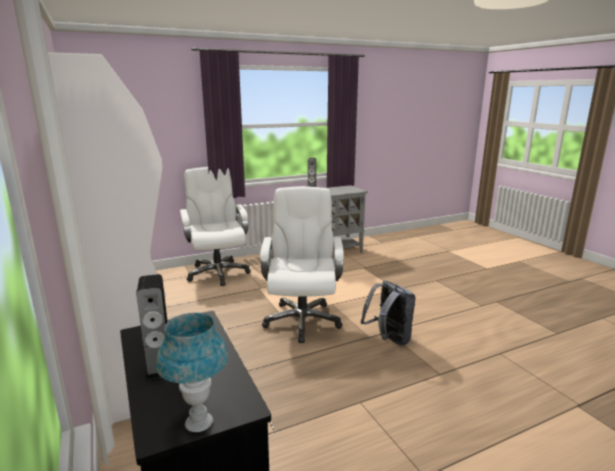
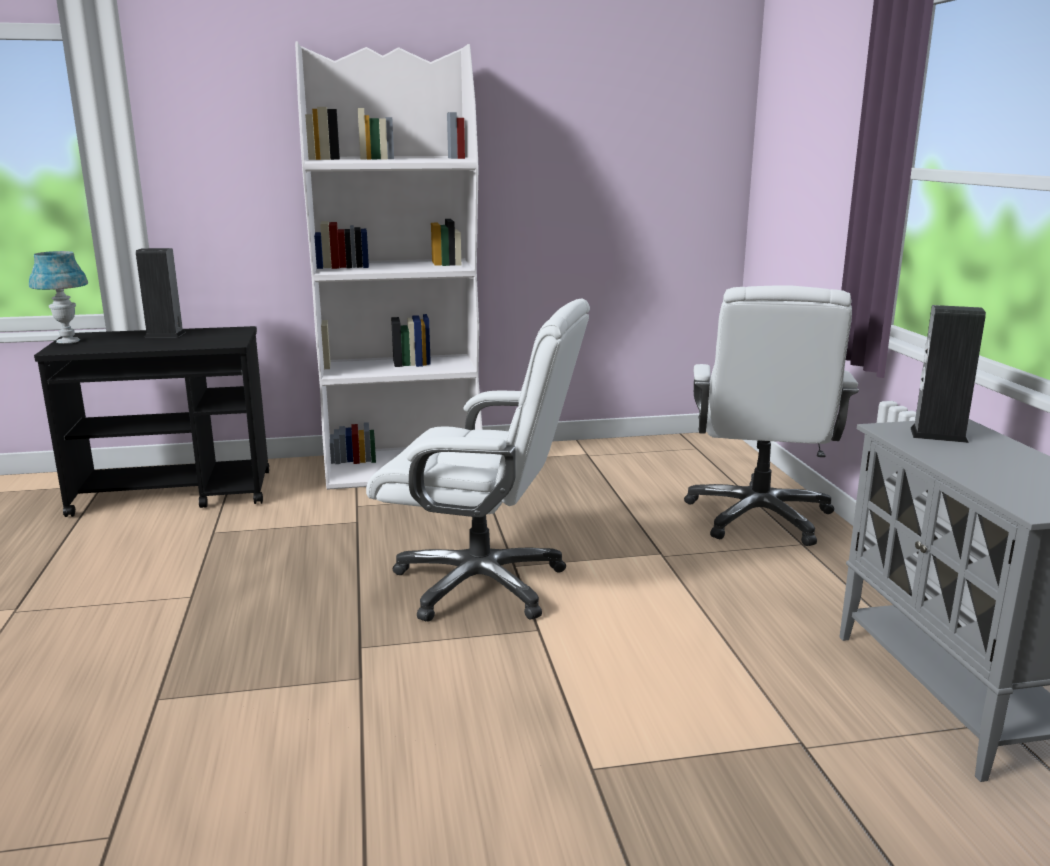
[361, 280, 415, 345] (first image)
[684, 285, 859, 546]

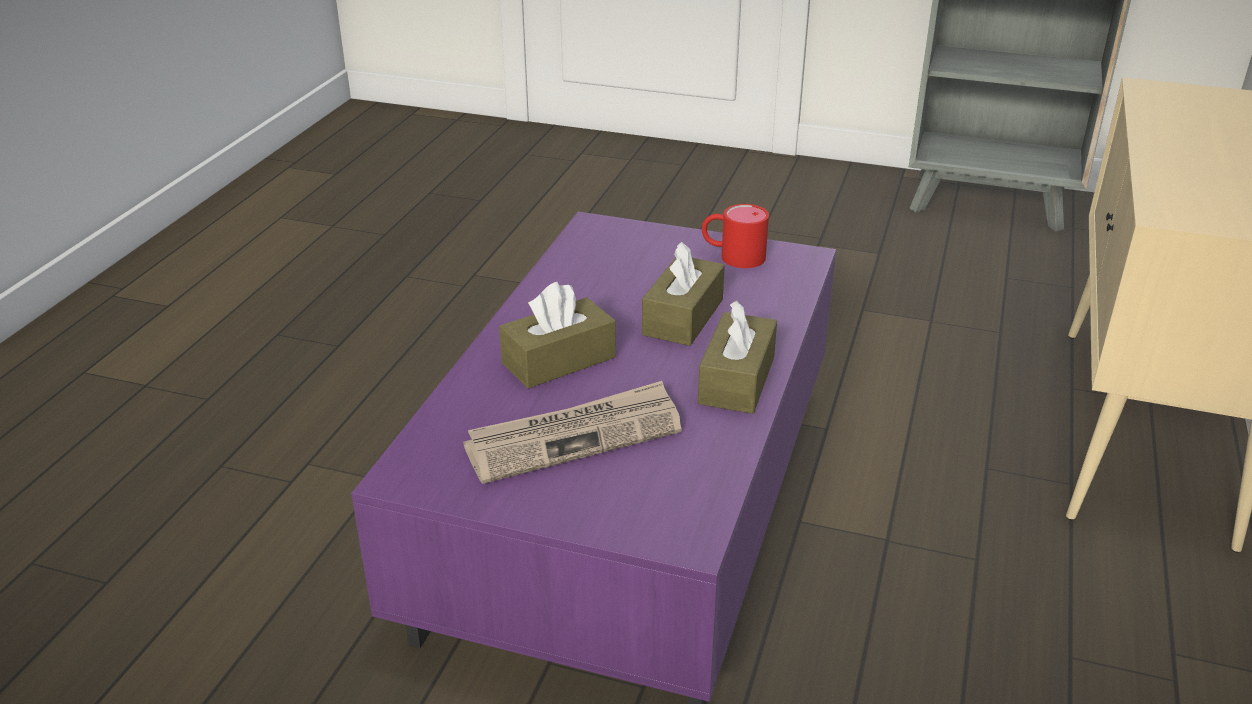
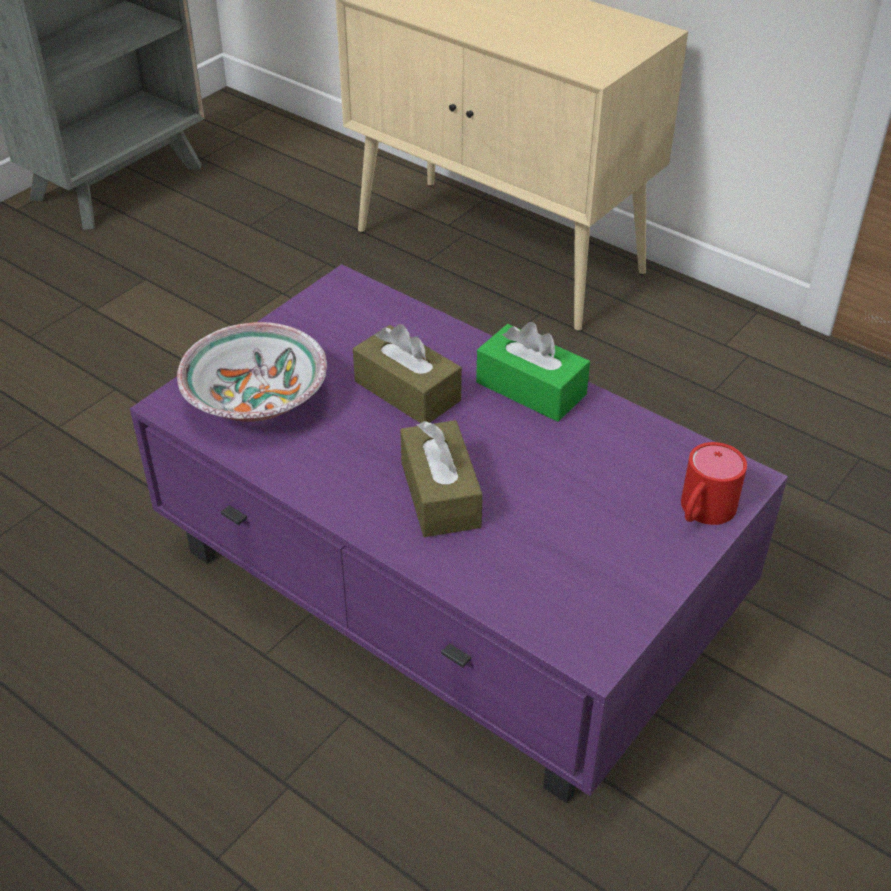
[463, 381, 682, 484] (first image)
[177, 322, 327, 422]
[681, 442, 747, 525]
[476, 322, 590, 422]

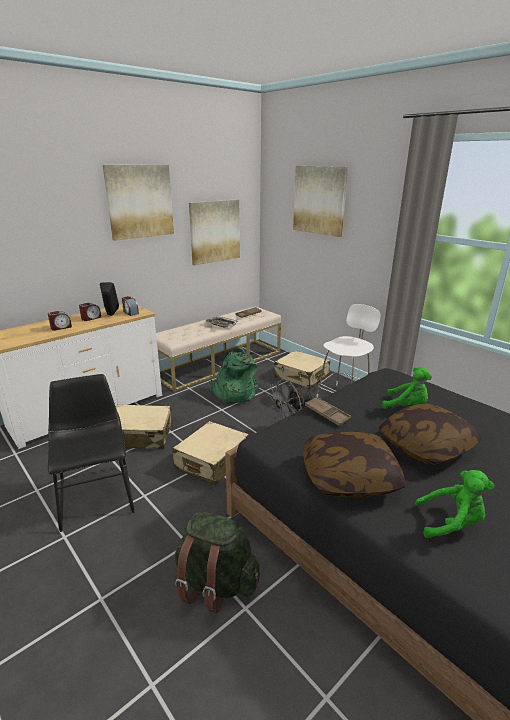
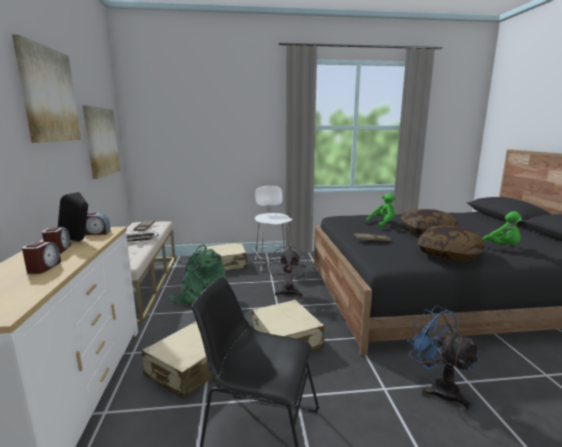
[293, 166, 348, 237] (first image)
[407, 305, 480, 409]
[482, 211, 522, 245]

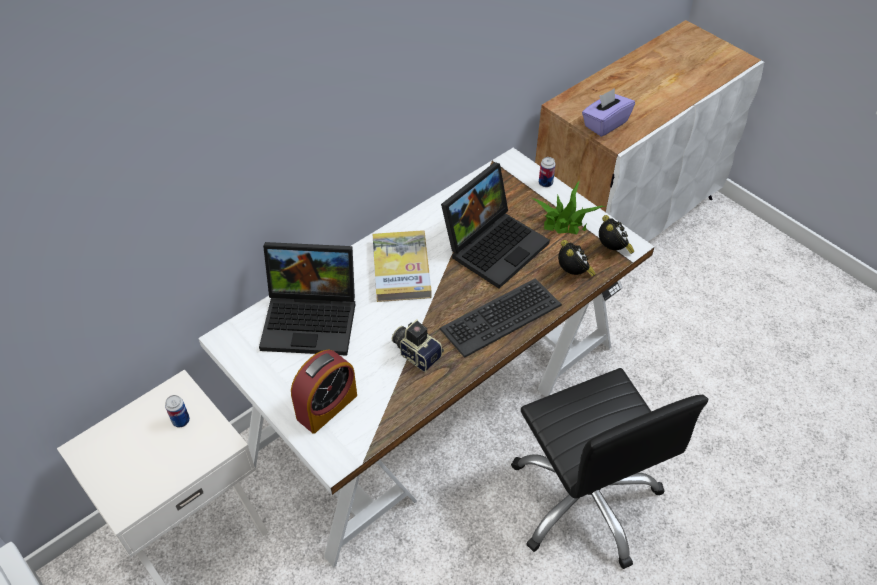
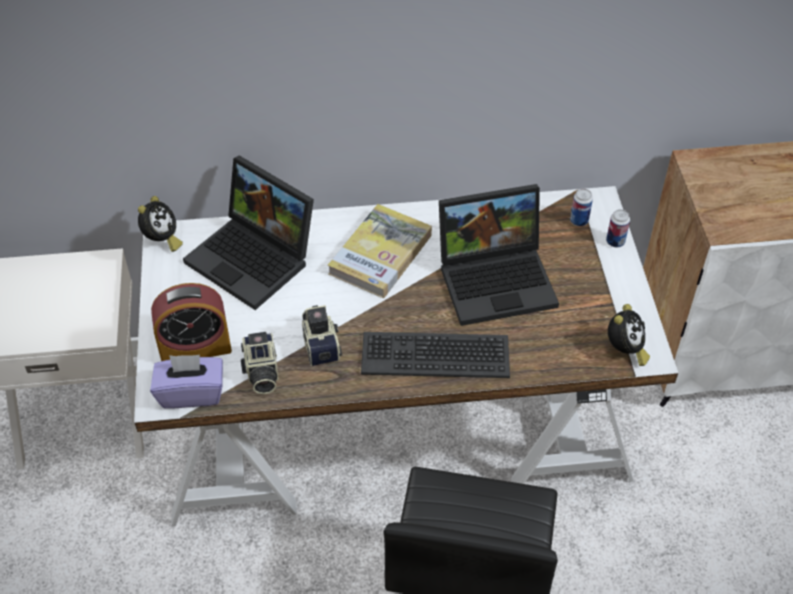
[531, 180, 606, 234] (first image)
[241, 332, 279, 394]
[570, 189, 593, 226]
[138, 196, 183, 252]
[150, 355, 223, 409]

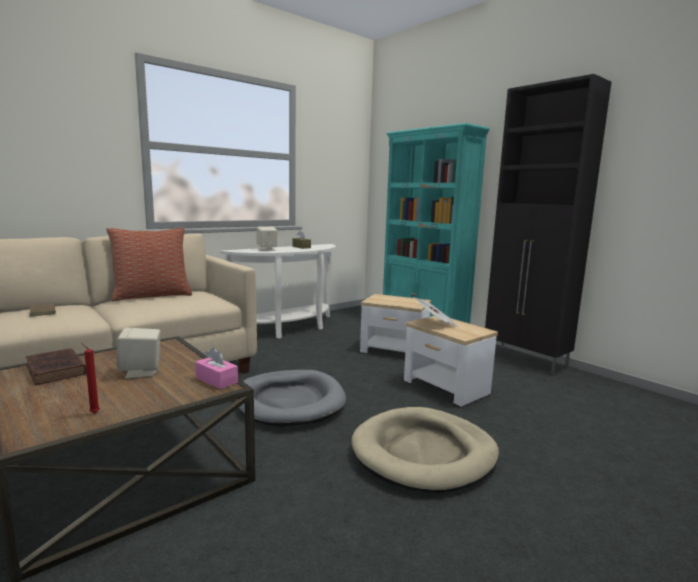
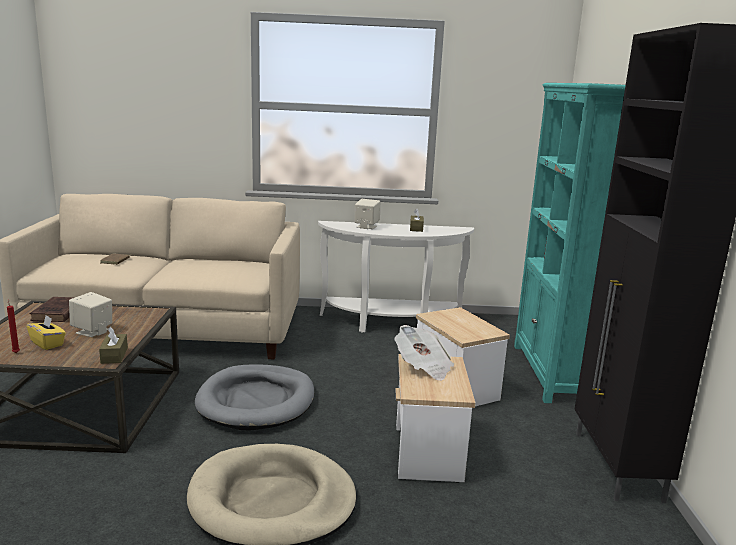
[106, 228, 192, 301] (first image)
[26, 315, 66, 350]
[99, 327, 128, 364]

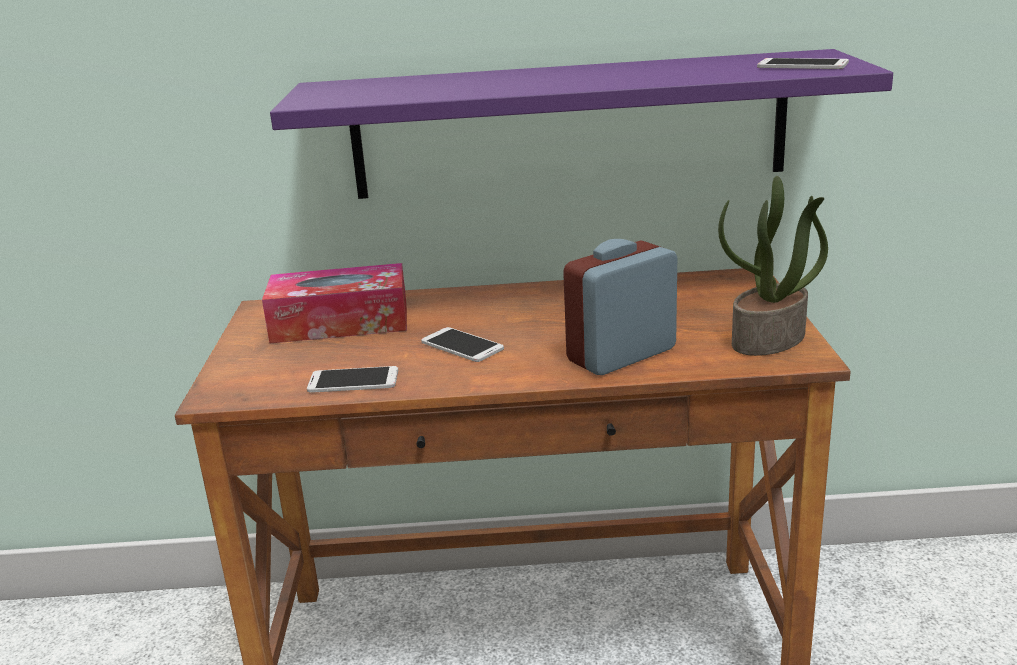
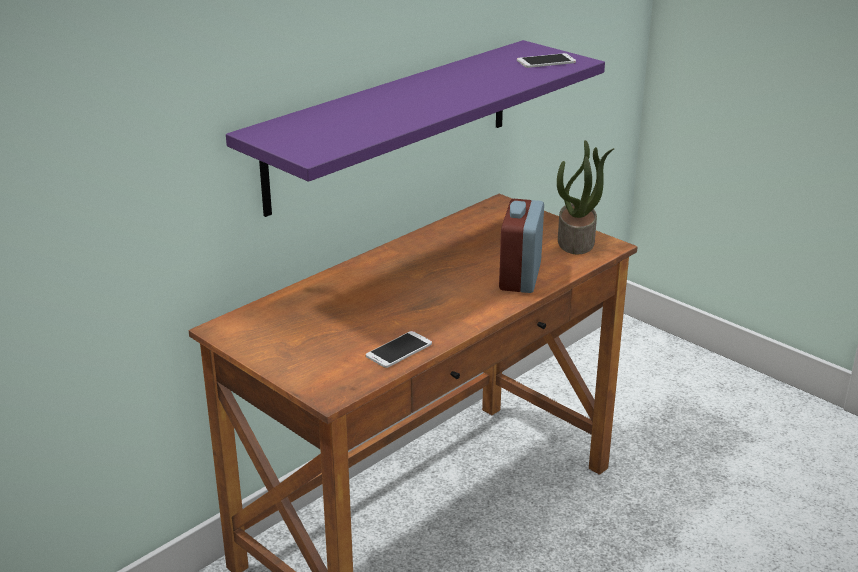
[262, 263, 407, 344] (first image)
[421, 327, 504, 362] (first image)

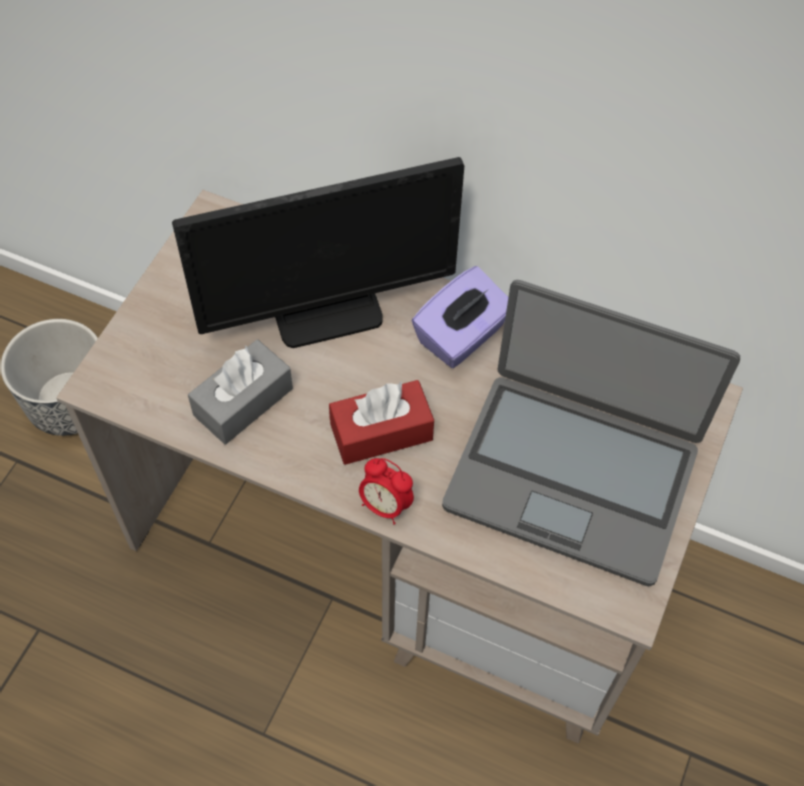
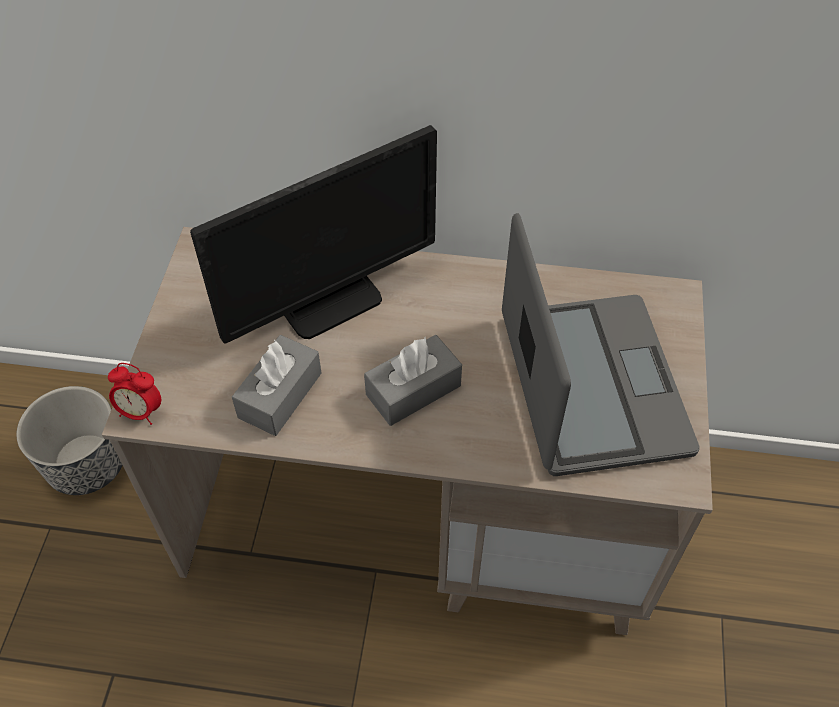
[412, 266, 508, 368] (first image)
[108, 363, 161, 425]
[364, 335, 462, 426]
[502, 213, 700, 476]

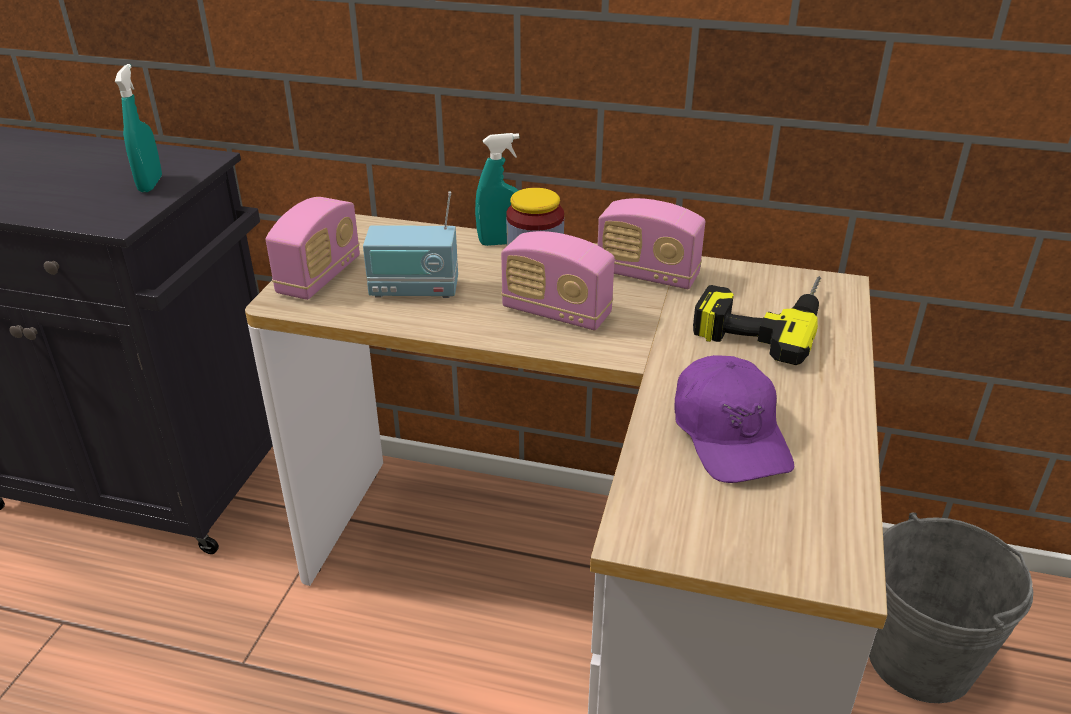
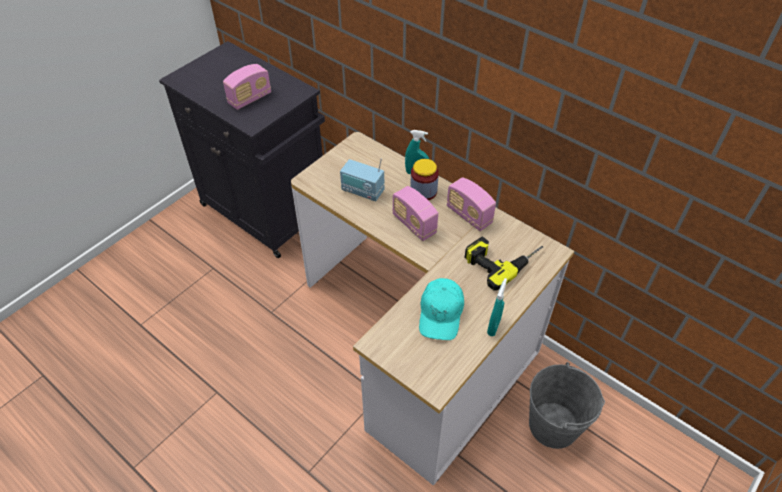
[487, 278, 507, 336]
[223, 64, 271, 110]
[419, 278, 464, 340]

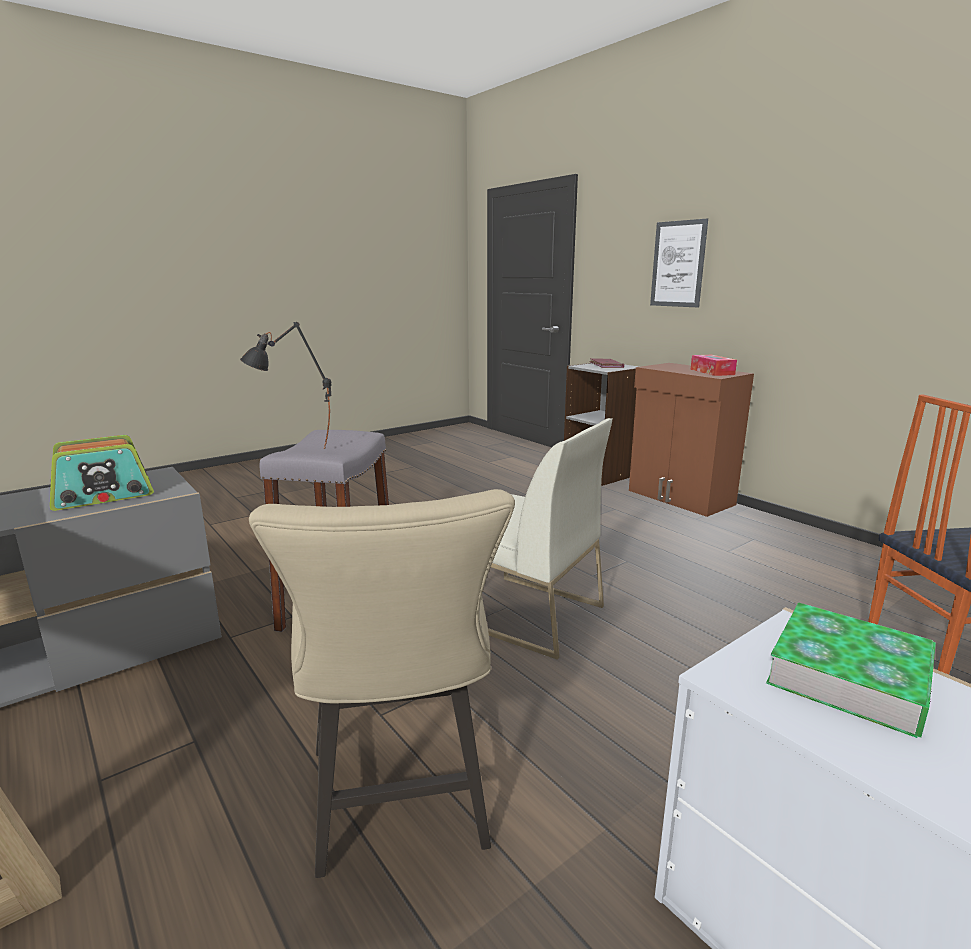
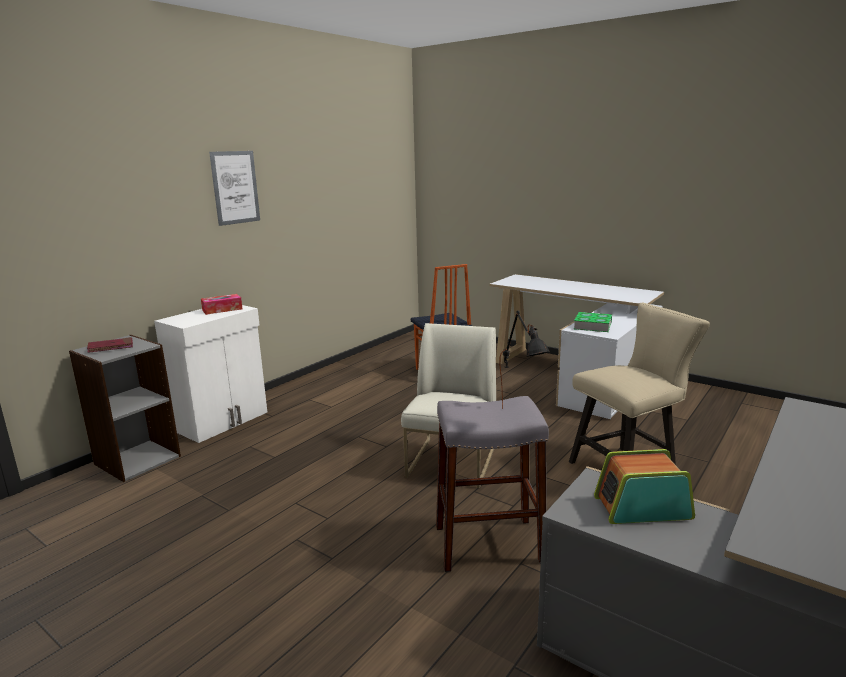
[209, 151, 260, 226]
[154, 305, 267, 443]
[594, 449, 695, 524]

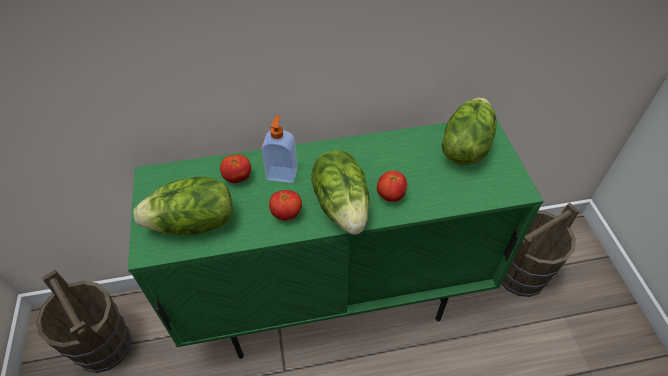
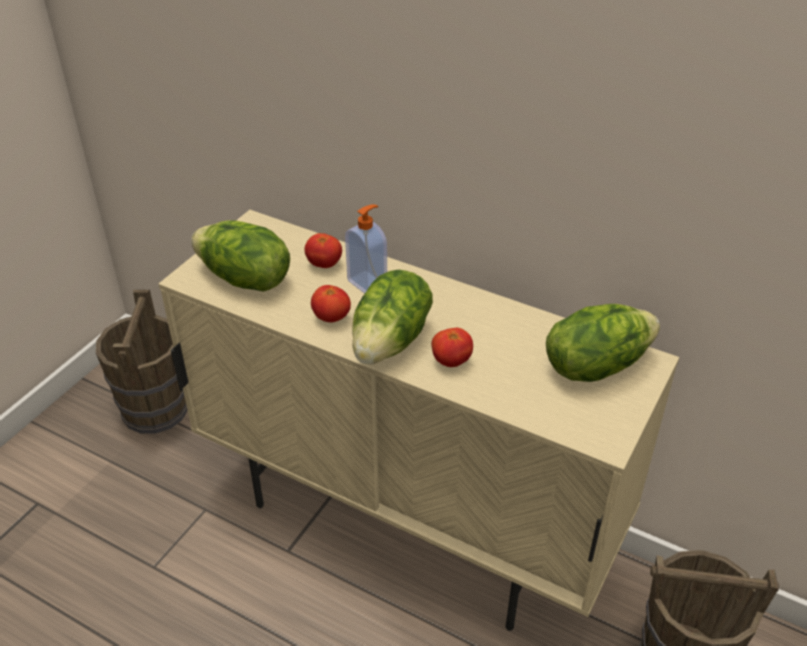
[159, 210, 679, 631]

